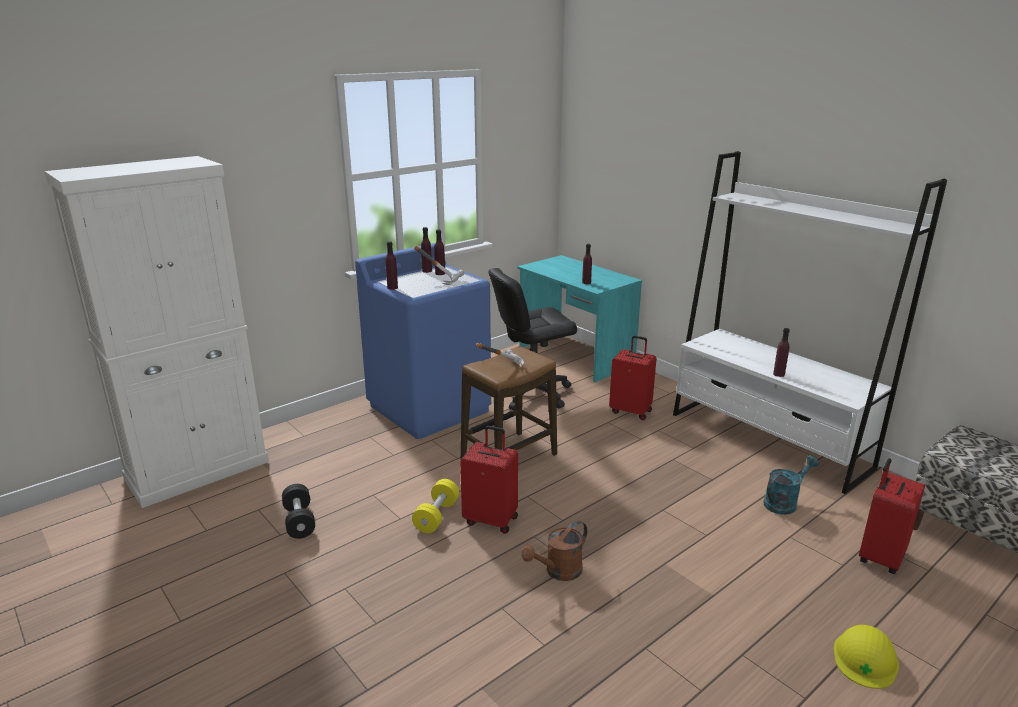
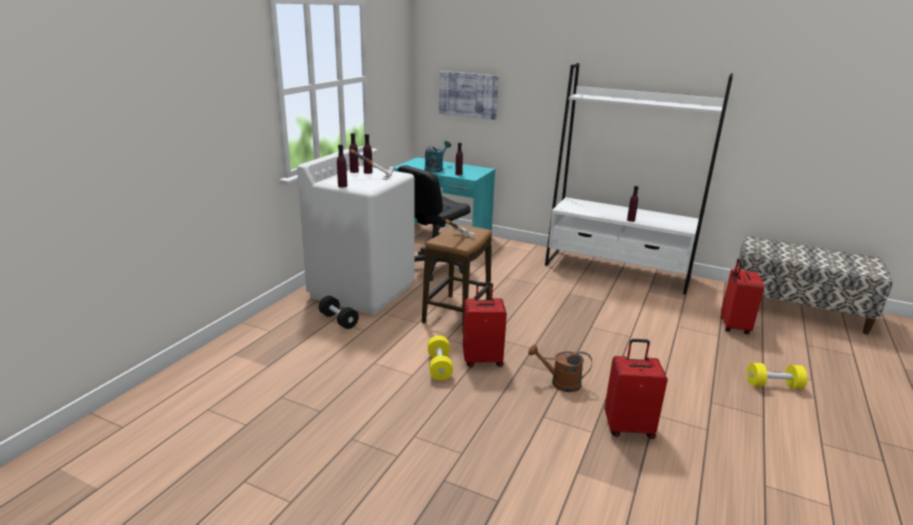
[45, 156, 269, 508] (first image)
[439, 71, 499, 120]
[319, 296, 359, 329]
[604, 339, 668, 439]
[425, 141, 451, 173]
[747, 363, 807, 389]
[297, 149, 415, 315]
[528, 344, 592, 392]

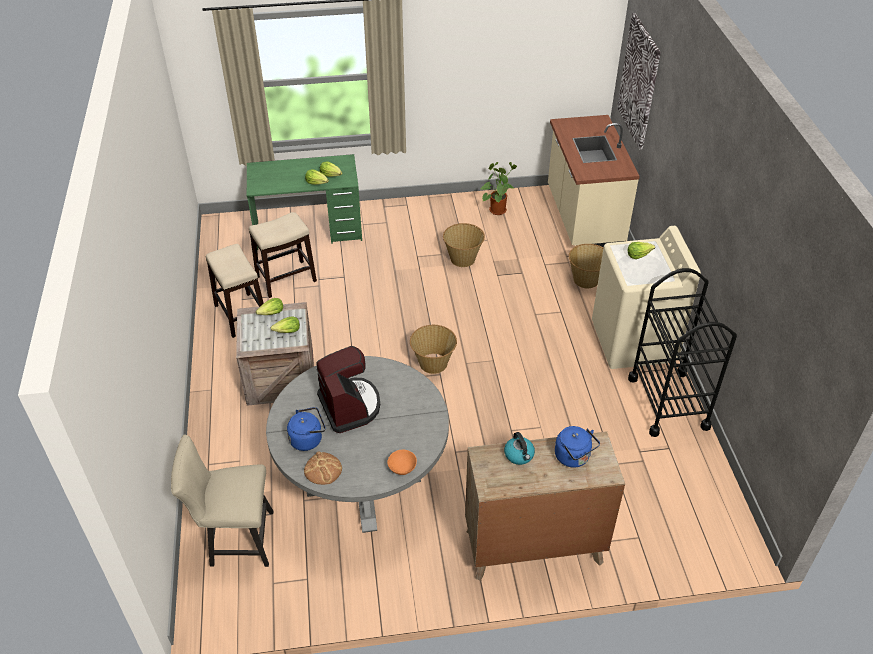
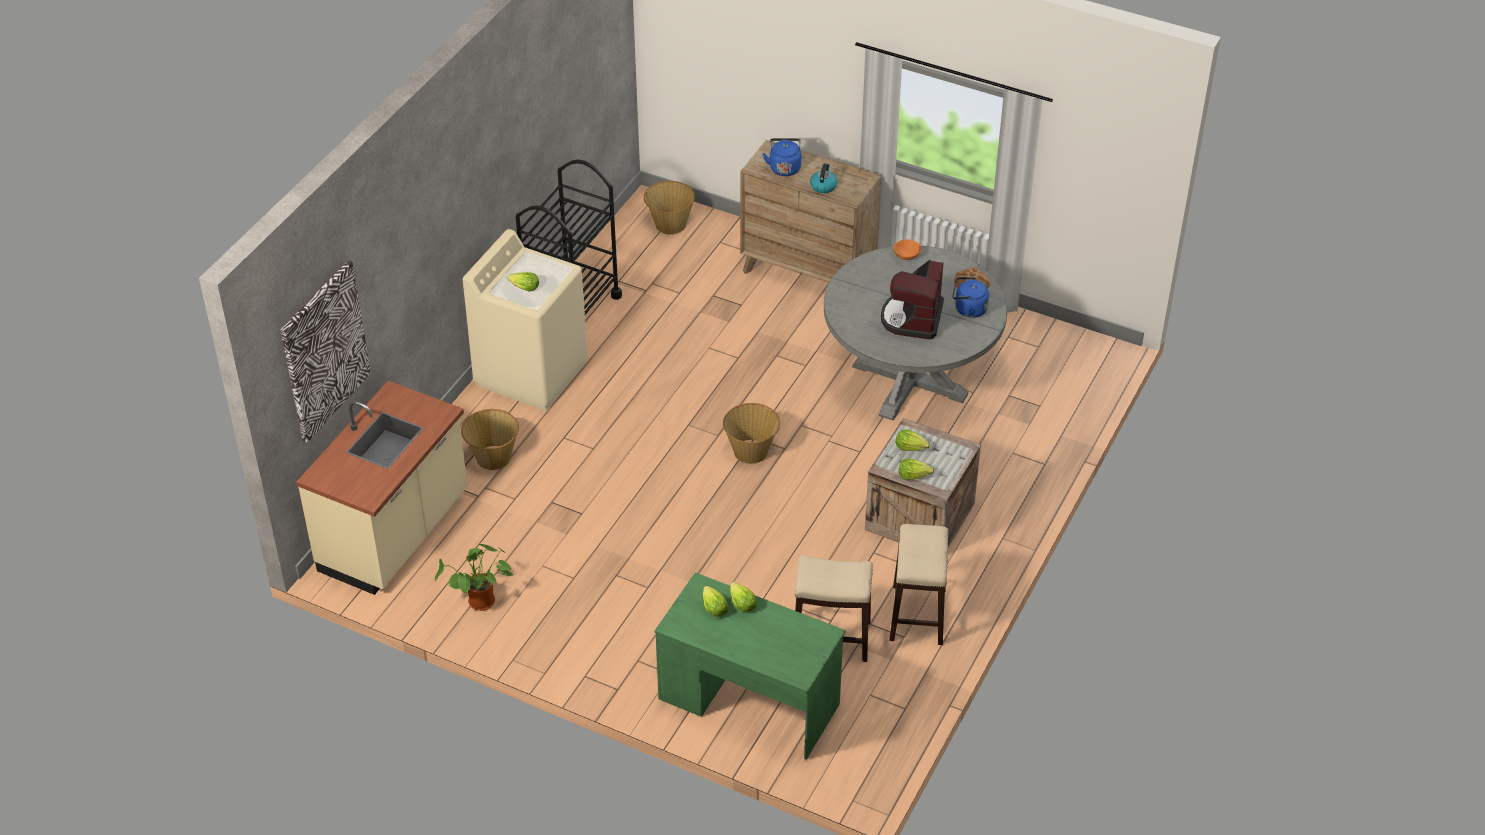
[171, 435, 273, 567] (first image)
[644, 181, 695, 235]

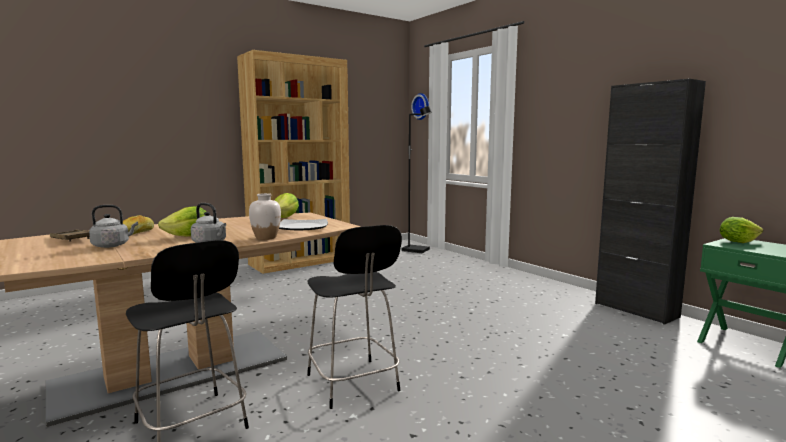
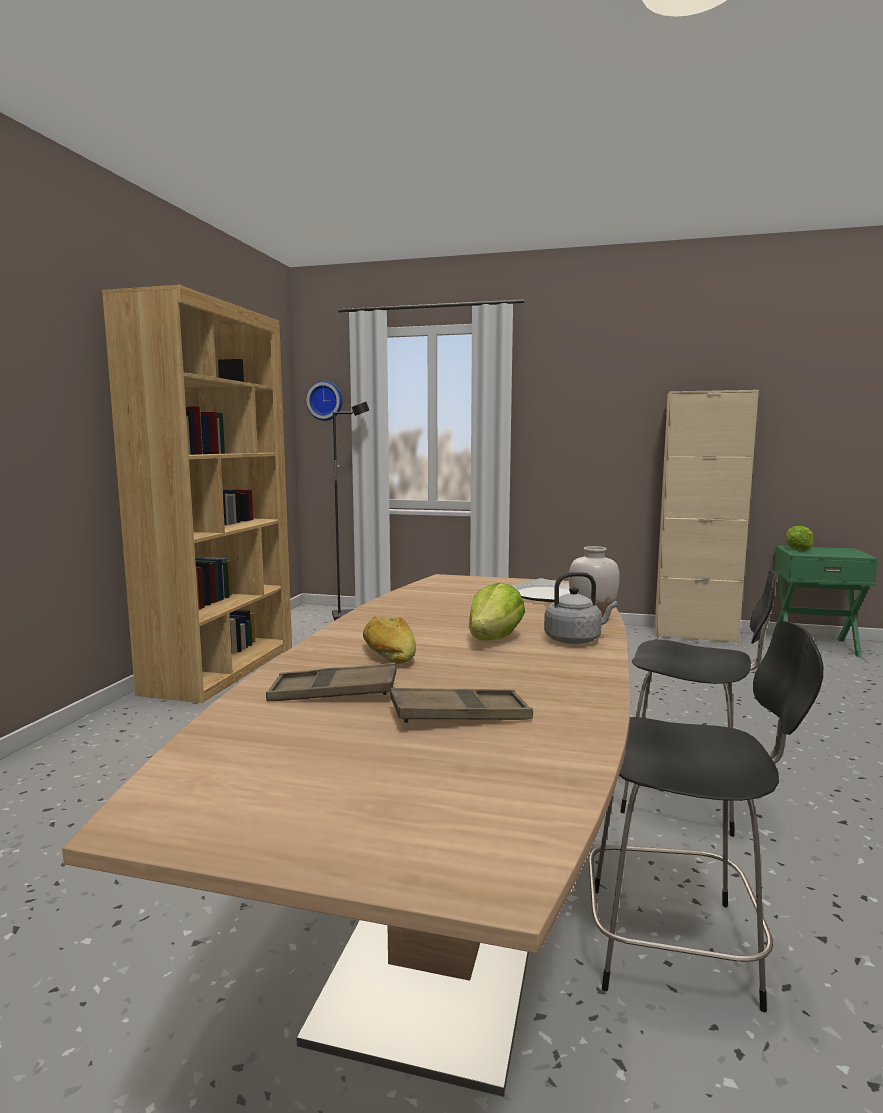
[89, 205, 138, 248] (first image)
[275, 193, 299, 218] (first image)
[390, 688, 533, 723]
[655, 390, 759, 643]

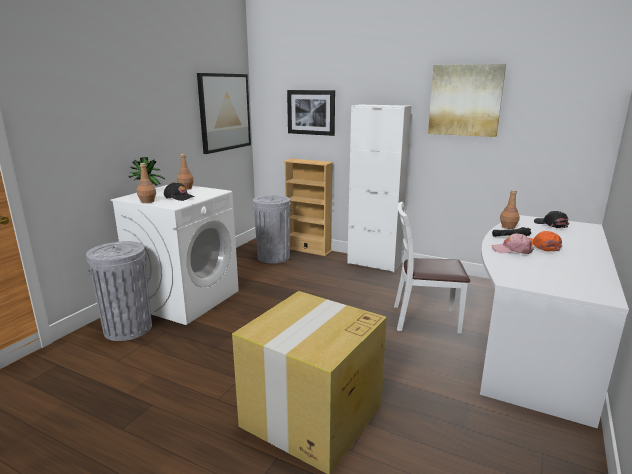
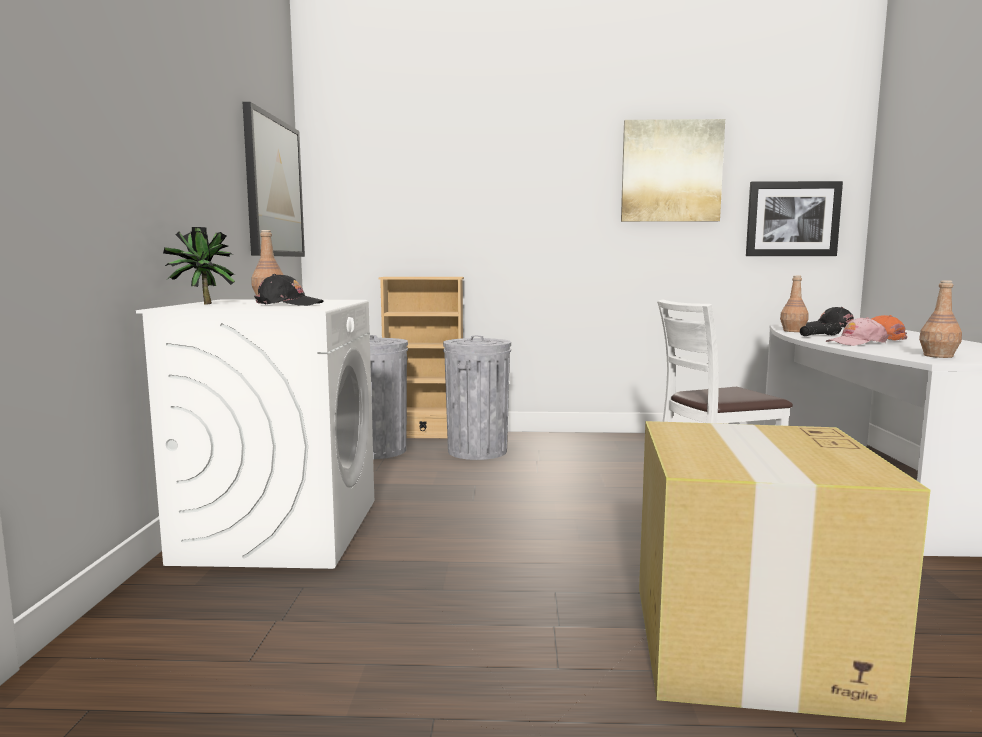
[347, 104, 412, 272] (first image)
[443, 335, 511, 460]
[919, 281, 962, 358]
[746, 181, 843, 256]

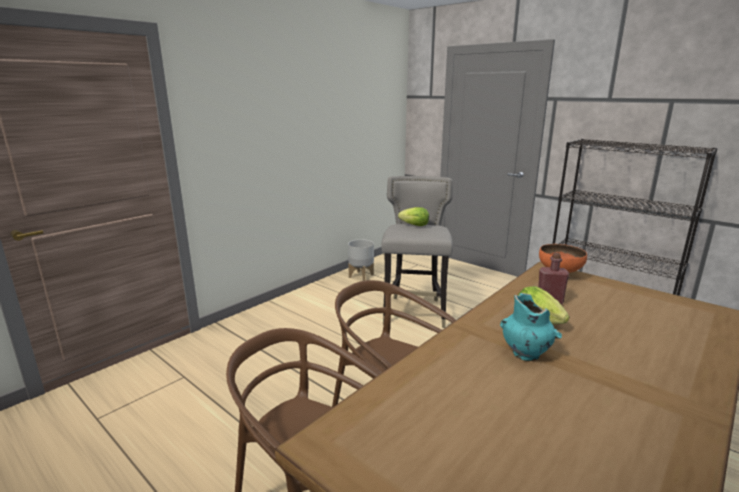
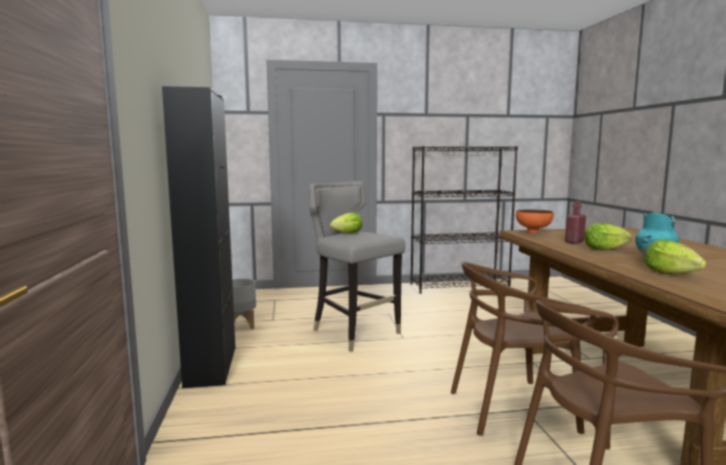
[162, 86, 236, 388]
[644, 239, 706, 274]

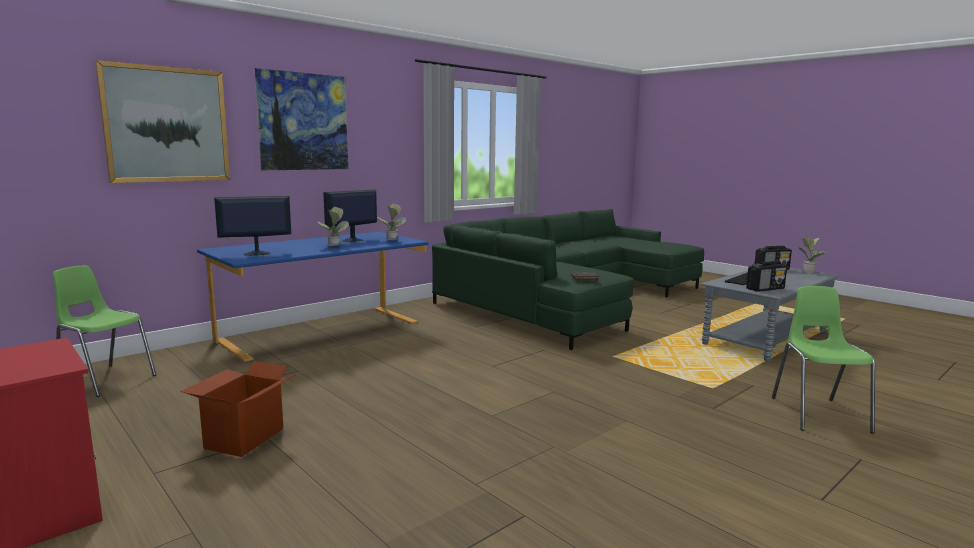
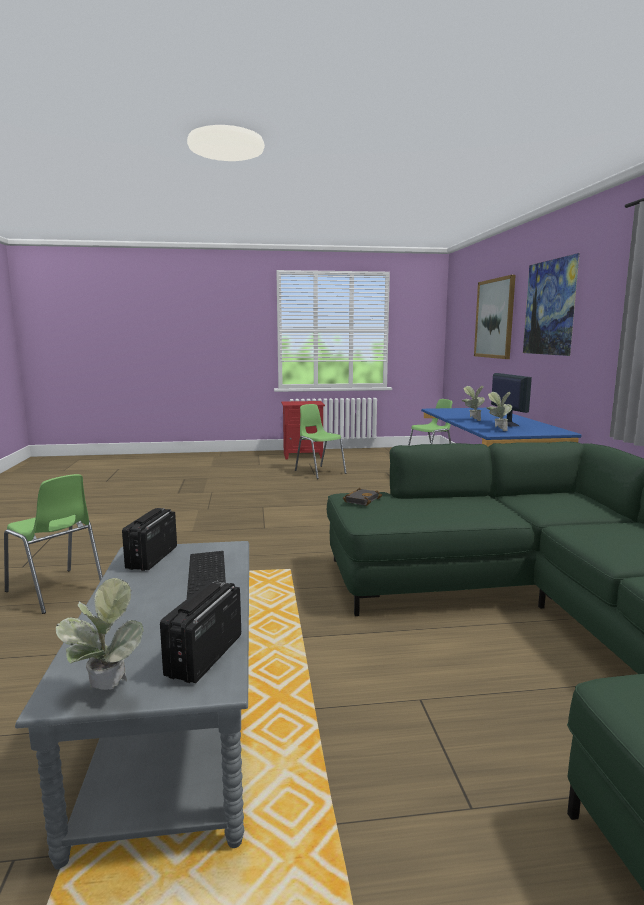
[214, 196, 291, 256] (first image)
[295, 404, 347, 479]

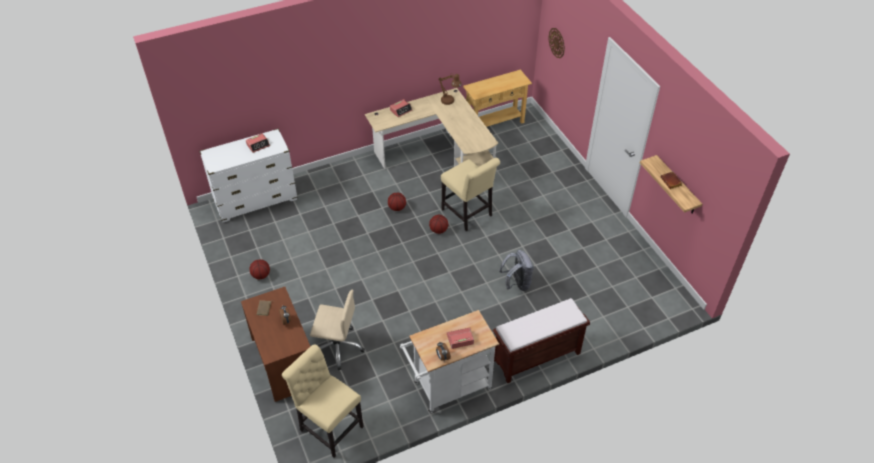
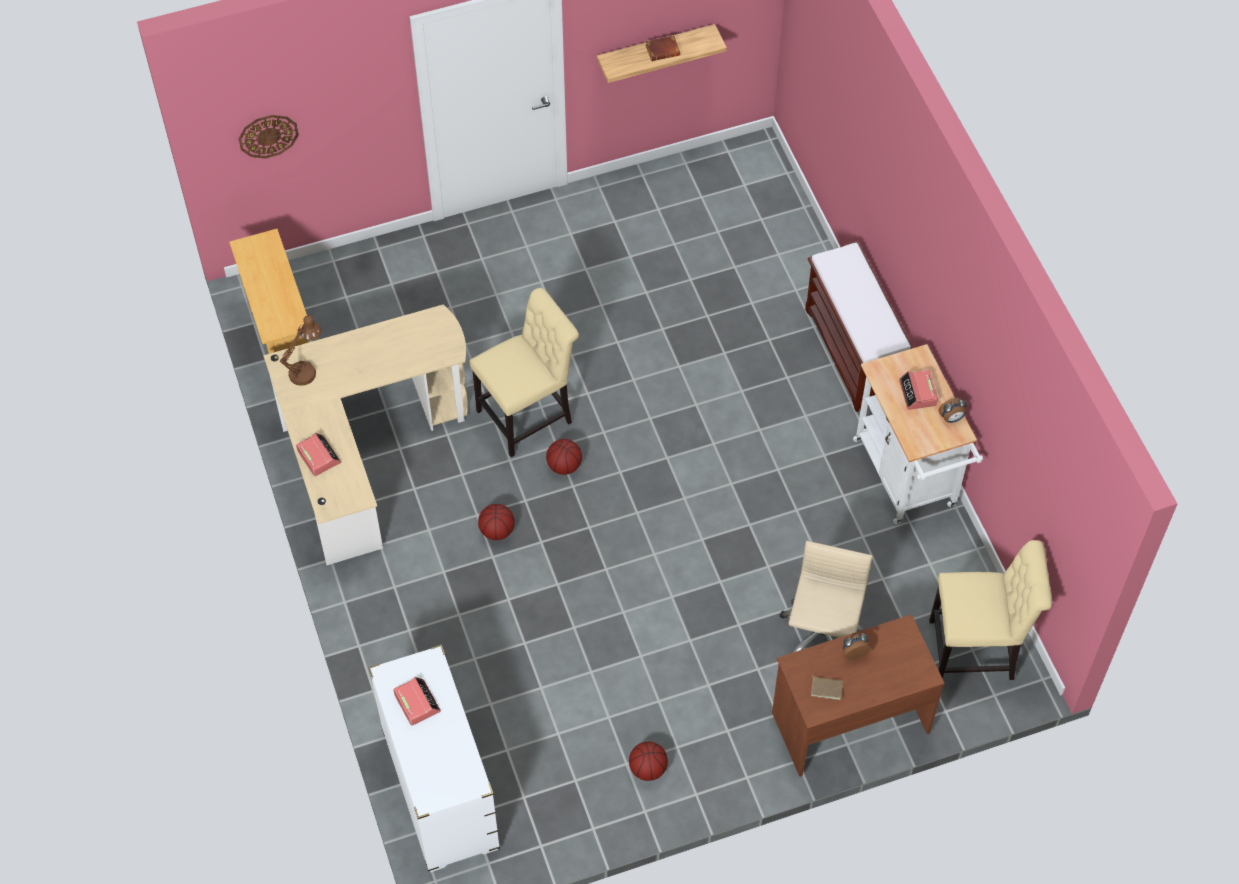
[499, 250, 534, 291] (first image)
[929, 540, 1052, 680]

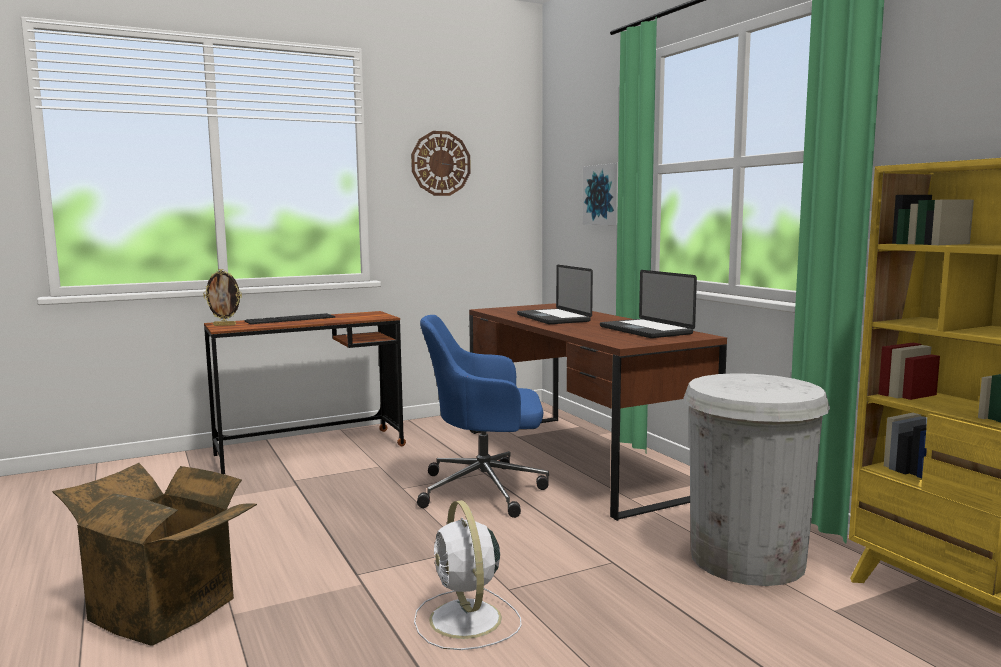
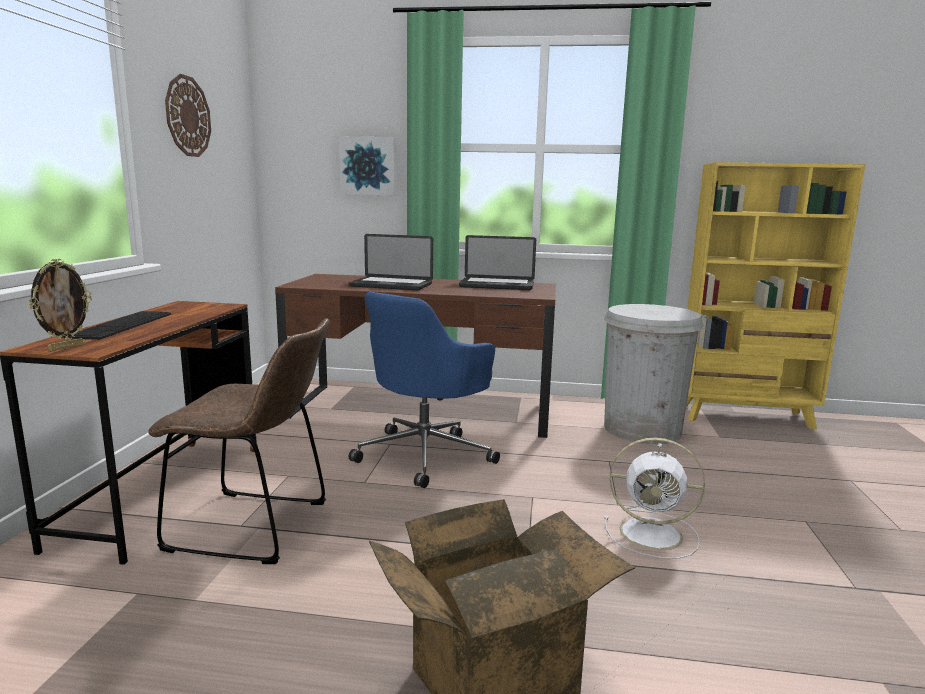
[148, 318, 330, 564]

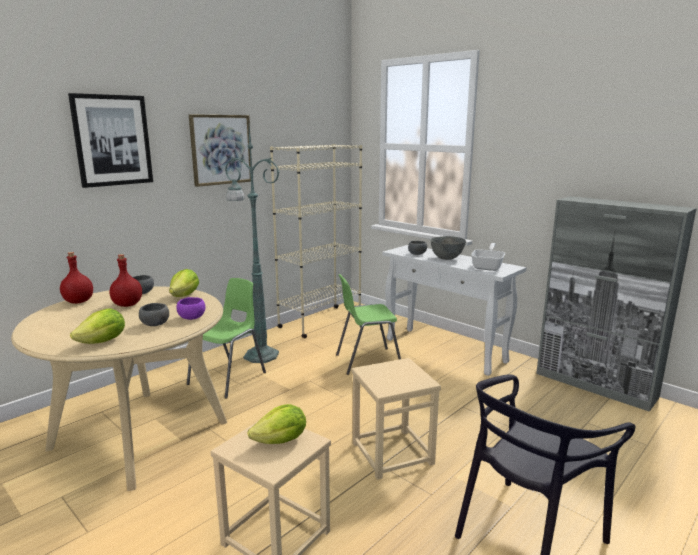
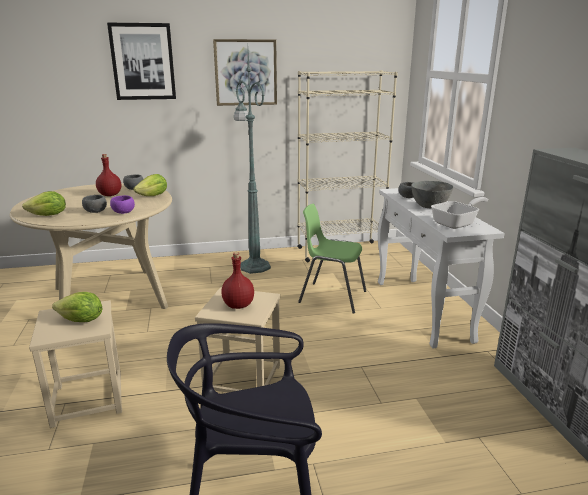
[187, 278, 266, 398] (first image)
[221, 252, 254, 309]

